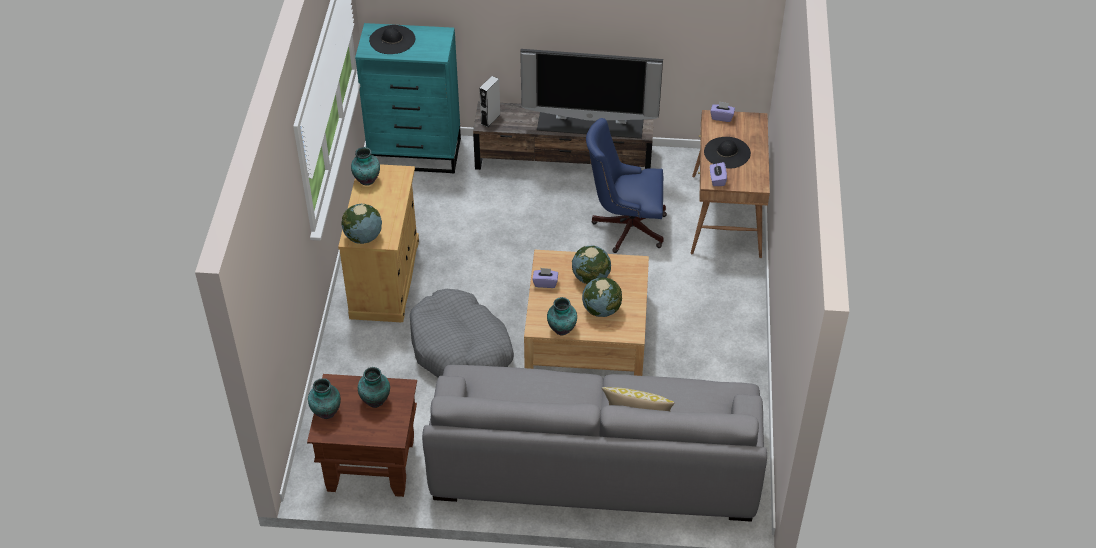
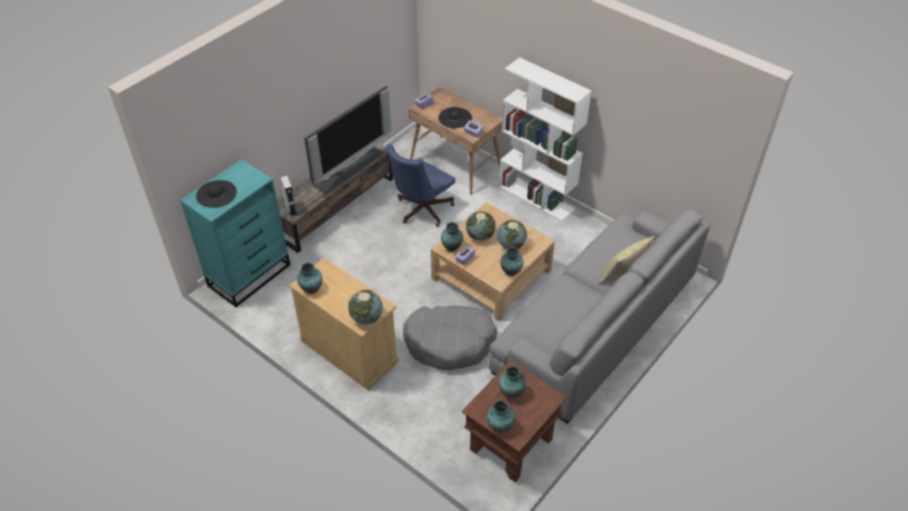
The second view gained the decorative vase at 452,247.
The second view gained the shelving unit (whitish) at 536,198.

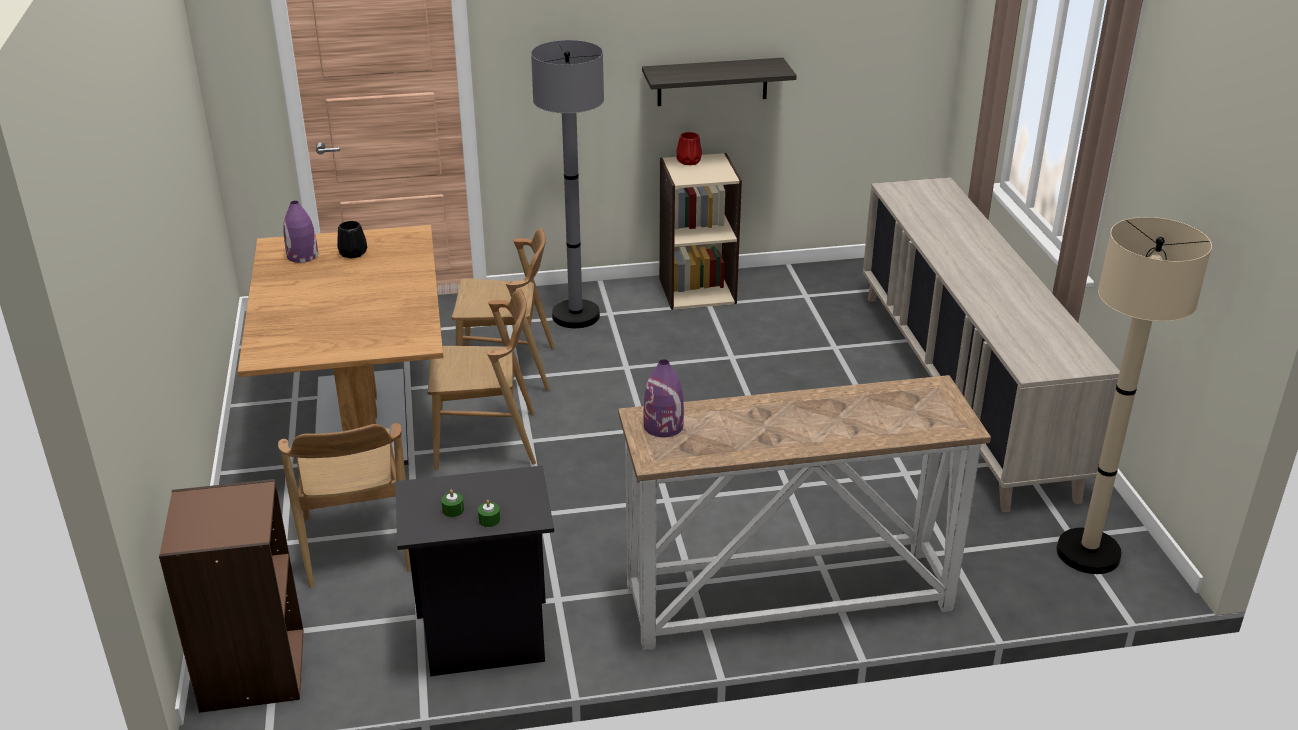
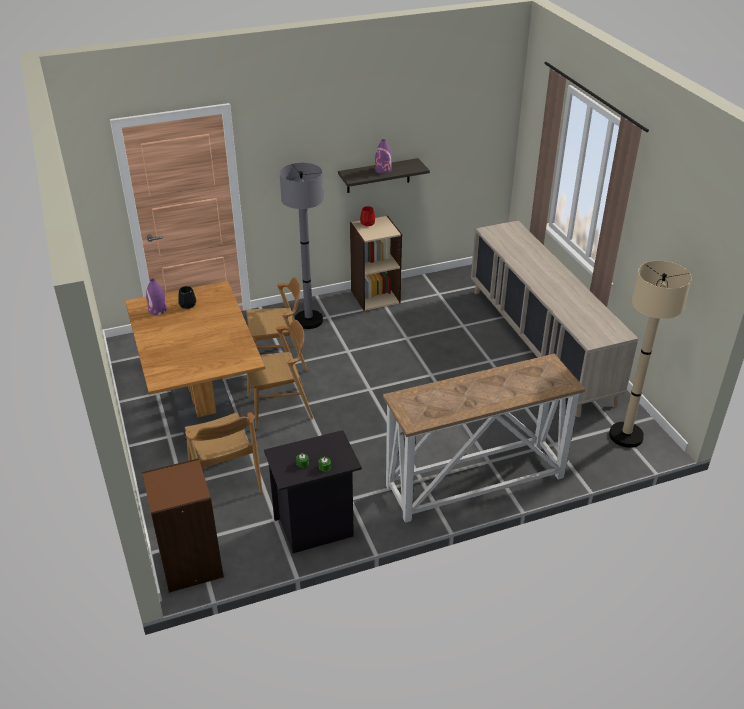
The decorative vase (purple) ended up elsewhere, having gone from 663,426 to 383,170.

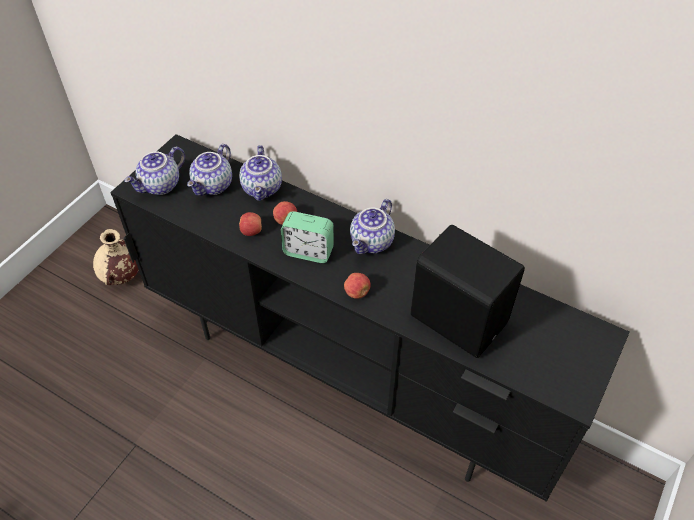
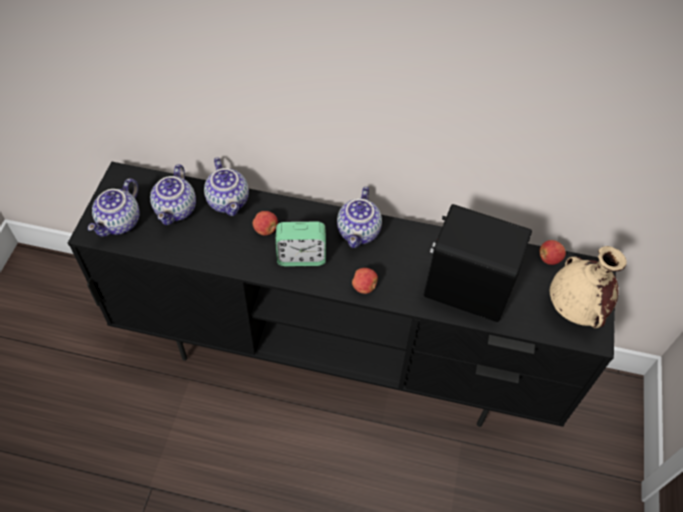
The decorative vase (beige-coloured) ended up elsewhere, having gone from 121,277 to 575,310.
The whole apple ended up elsewhere, having gone from 251,231 to 549,258.

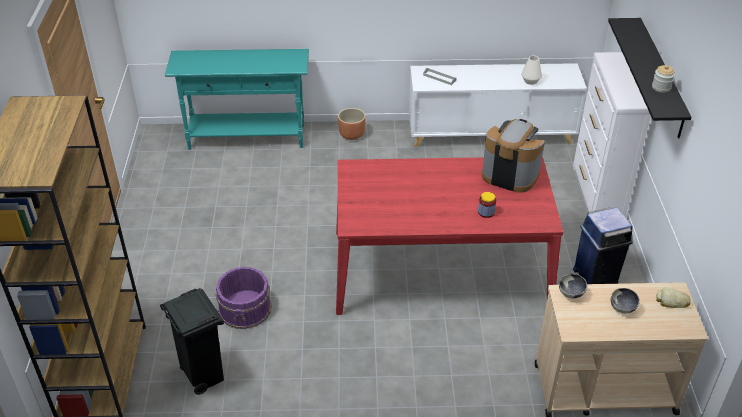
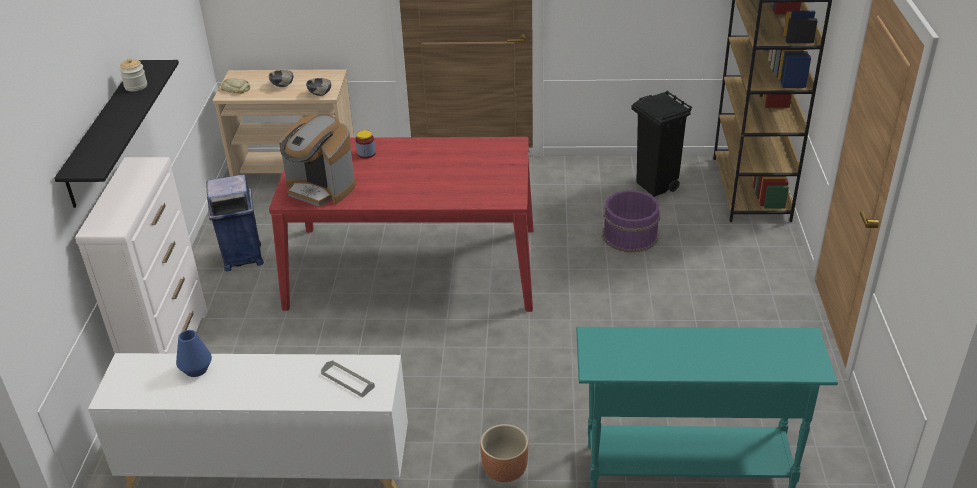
What was the decorative vase (whitish) at 530,81 turned into the decorative vase (blue-coloured) at 196,369.

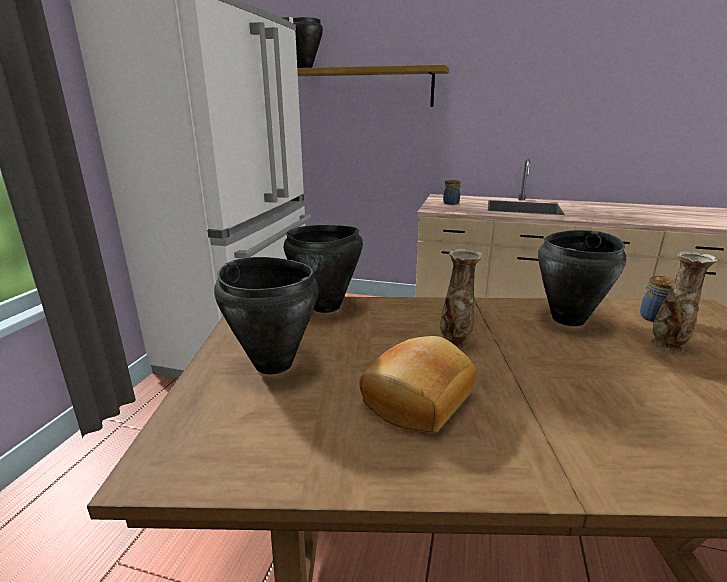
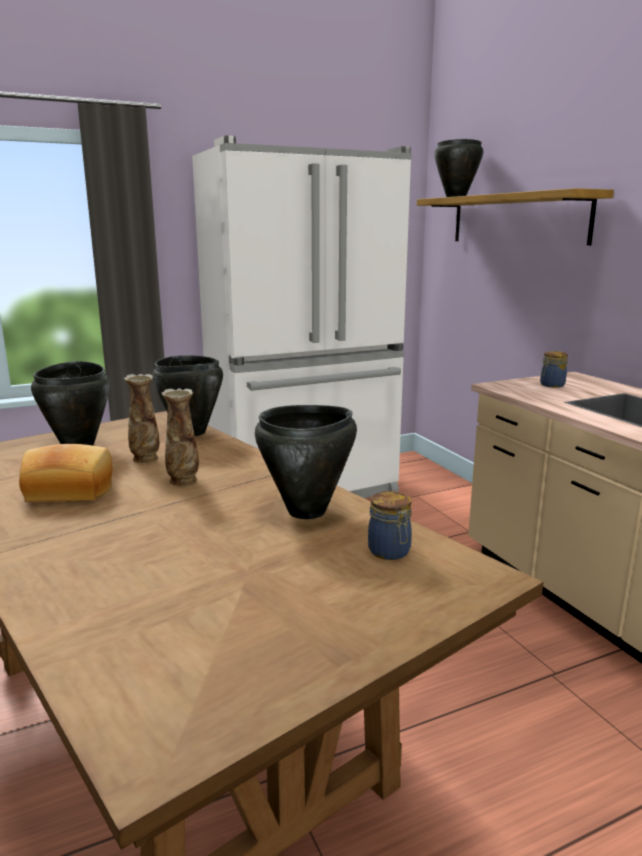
The decorative vase ended up elsewhere, having gone from 668,346 to 145,459.

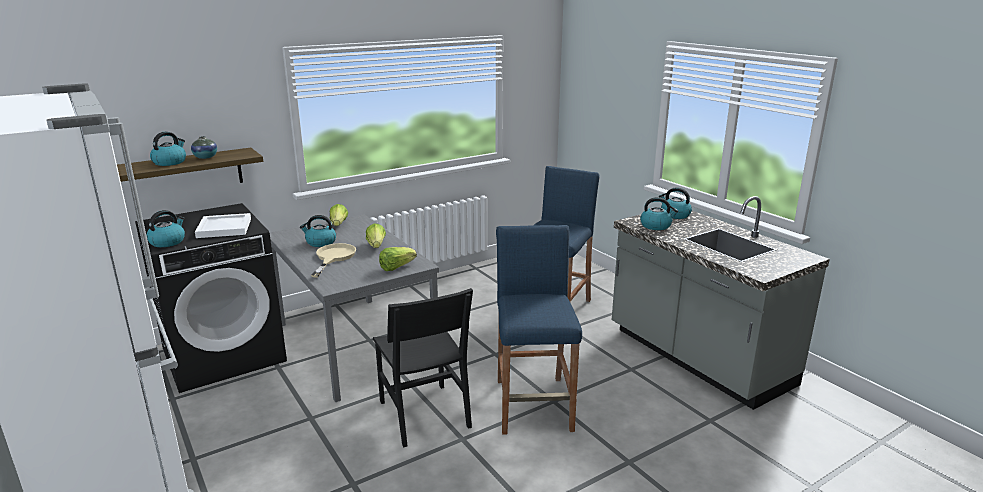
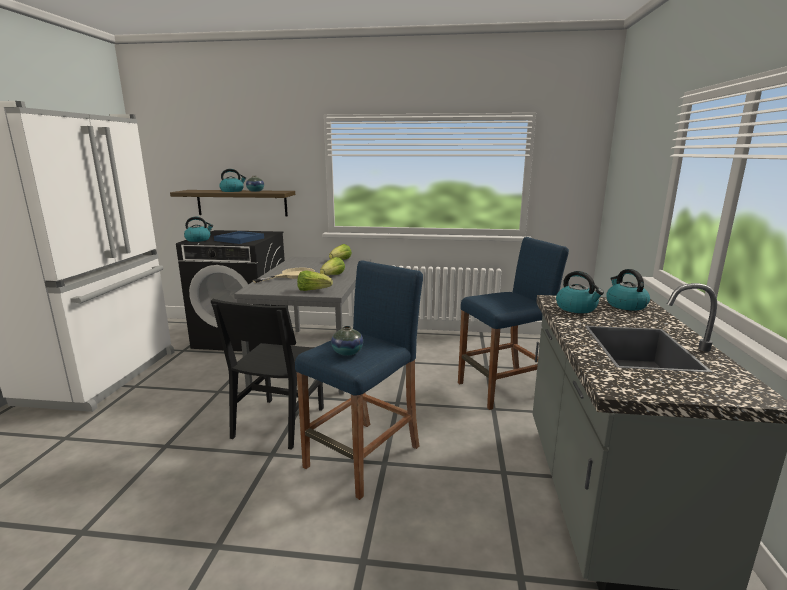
What was the serving tray (whitish) at 223,228 turned into the serving tray (blue-coloured) at 239,239.
The second view lost the kettle at 320,242.
The second view gained the decorative vase at 347,352.

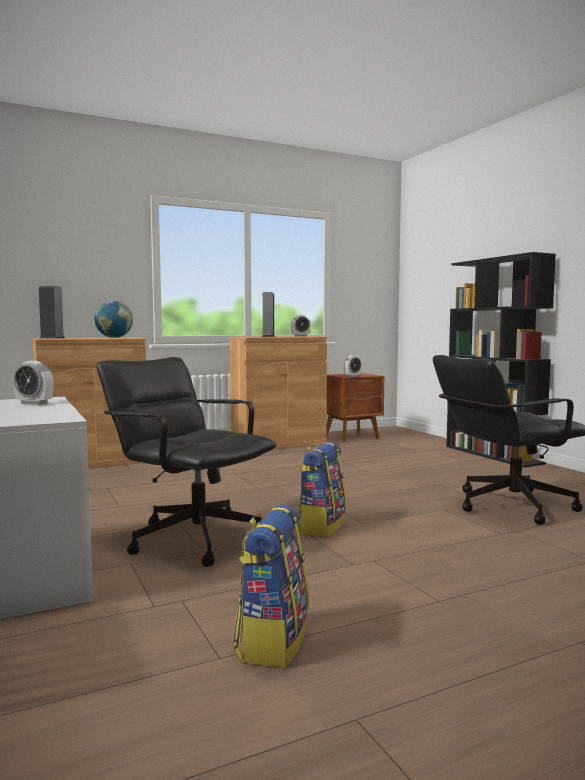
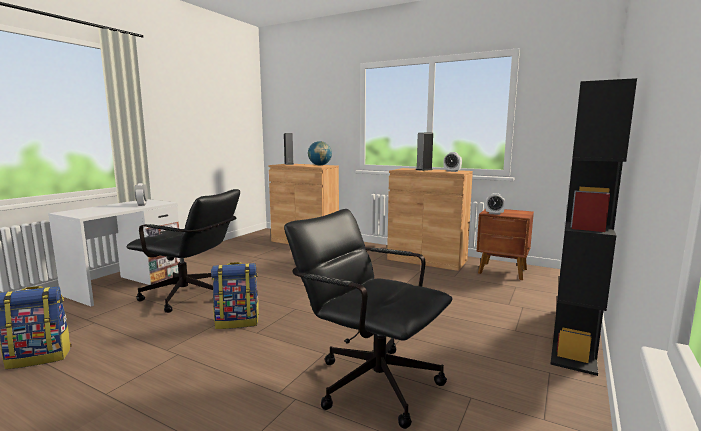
The office chair (black-coloured) at 189,536 ended up facing another way, 105 degrees clockwise from before.

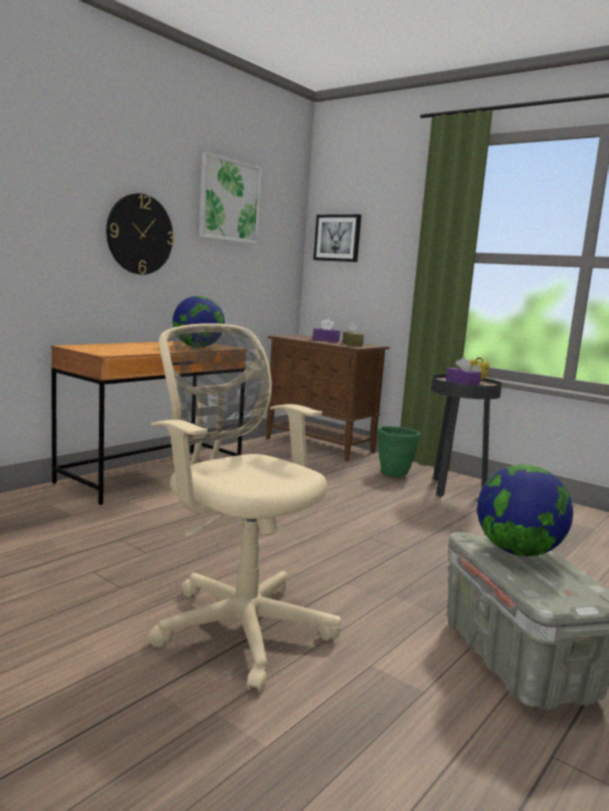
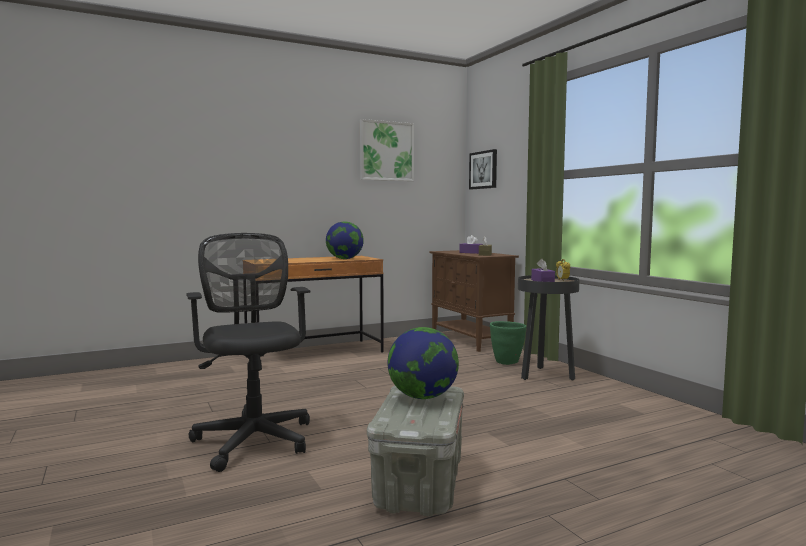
The second view lost the clock on the wall at 140,234.
What was the office chair (beige-coloured) at 238,625 turned into the office chair (black-coloured) at 254,438.

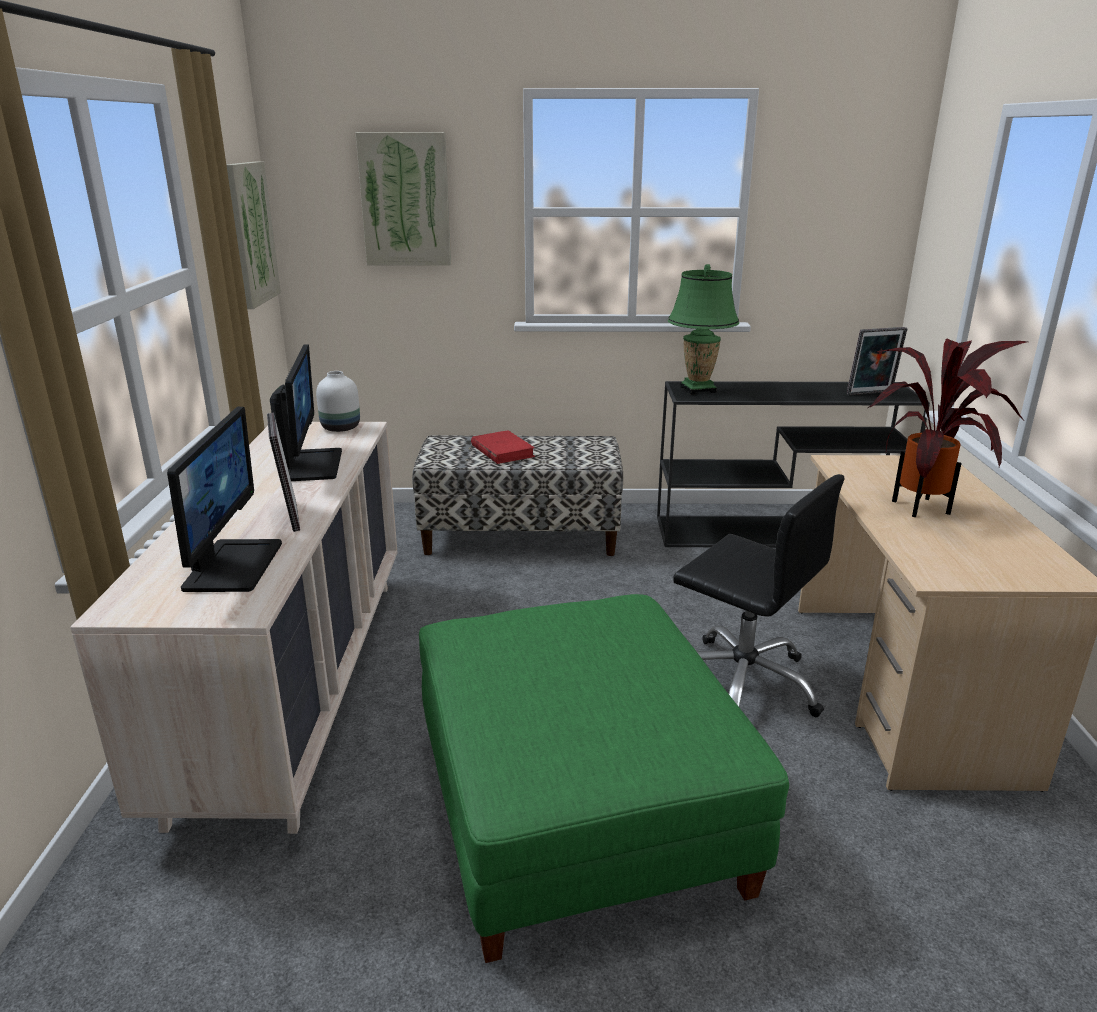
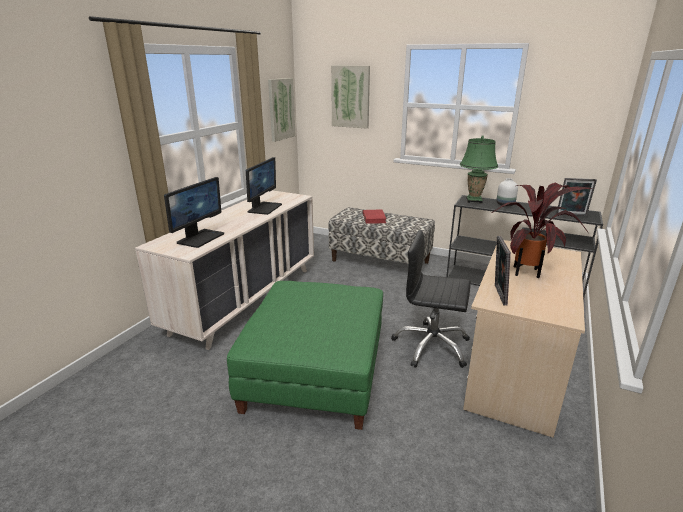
The photo frame ended up elsewhere, having gone from 289,517 to 497,294.
The decorative vase (whitish) ended up elsewhere, having gone from 342,428 to 505,205.
The office chair (black-coloured) at 742,684 ended up facing another way, 135 degrees clockwise from before.

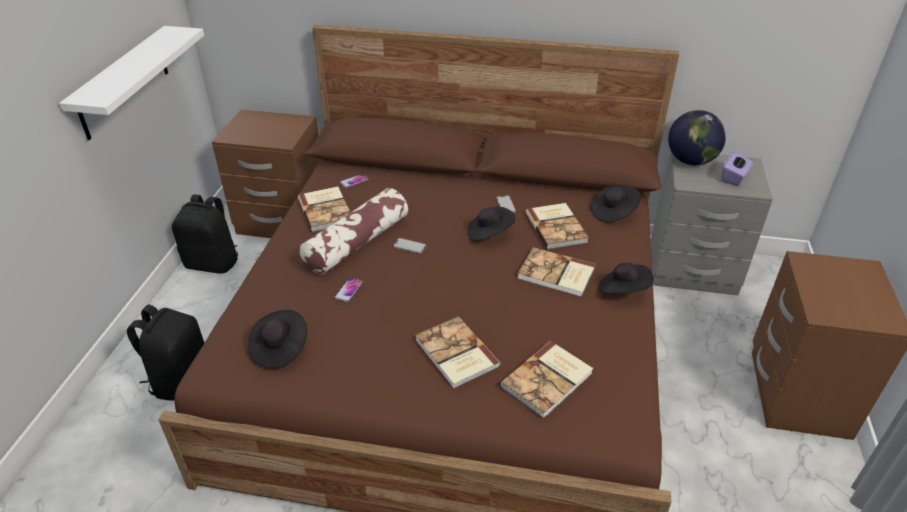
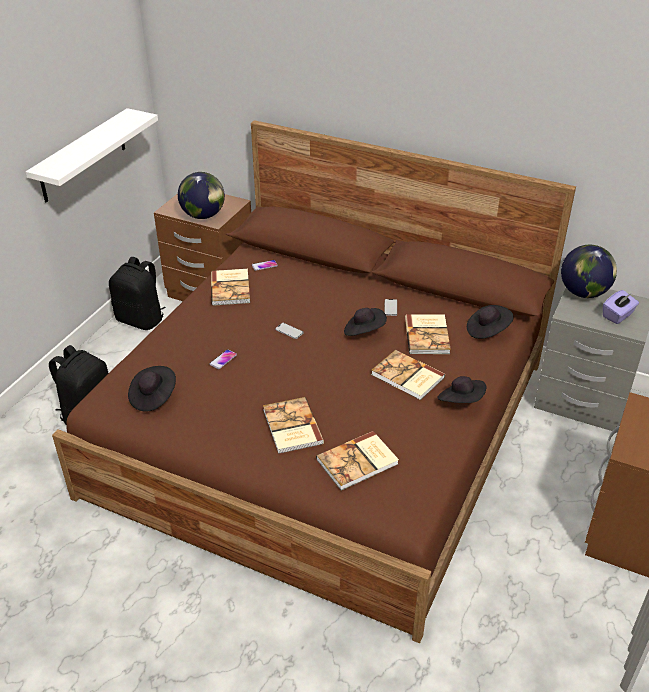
The second view lost the throw pillow at 357,243.
The second view gained the globe at 203,215.

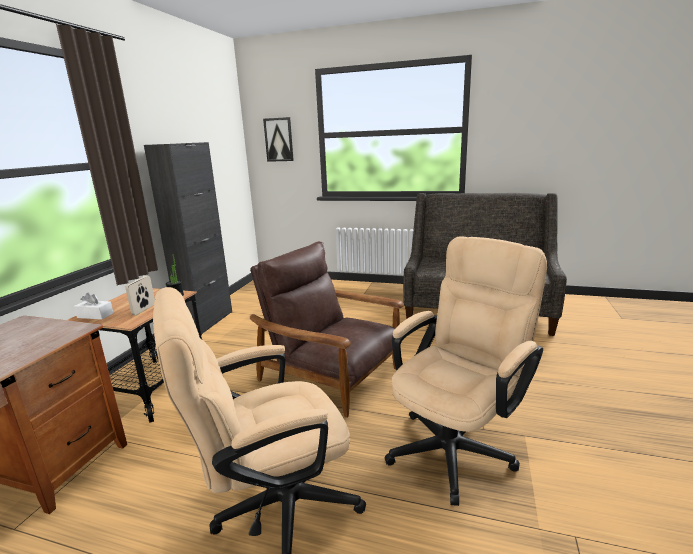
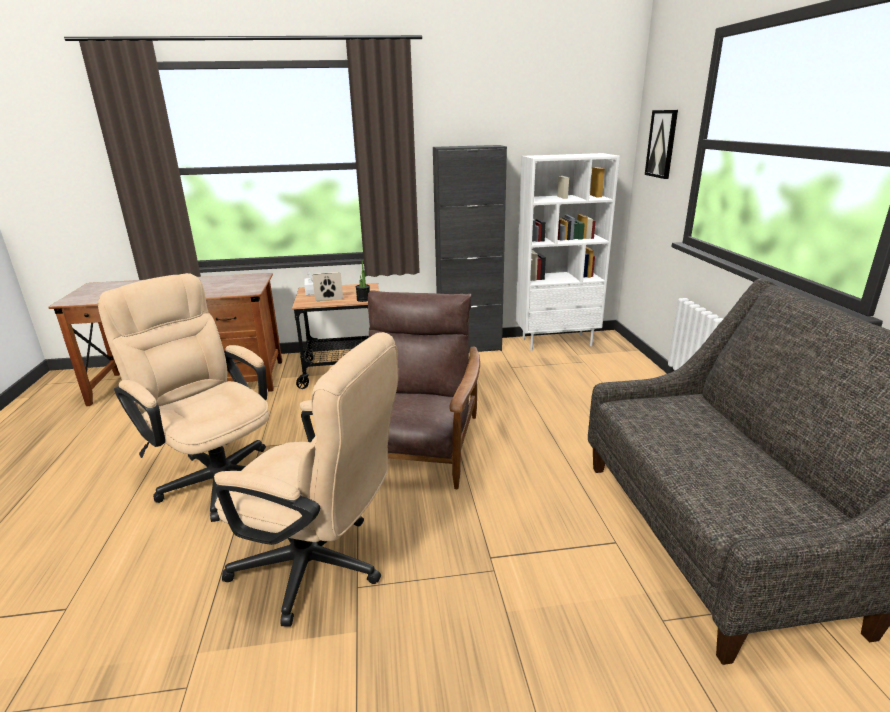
The second view gained the shelving unit (whitish) at 557,342.

